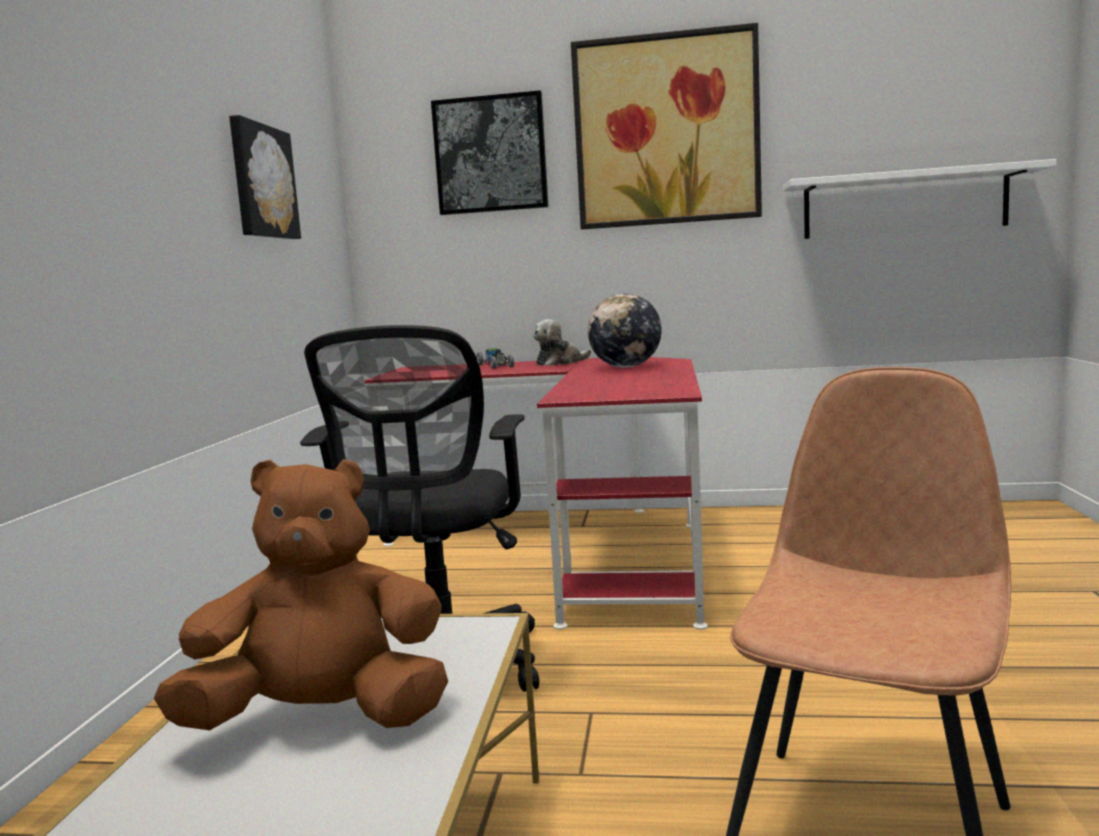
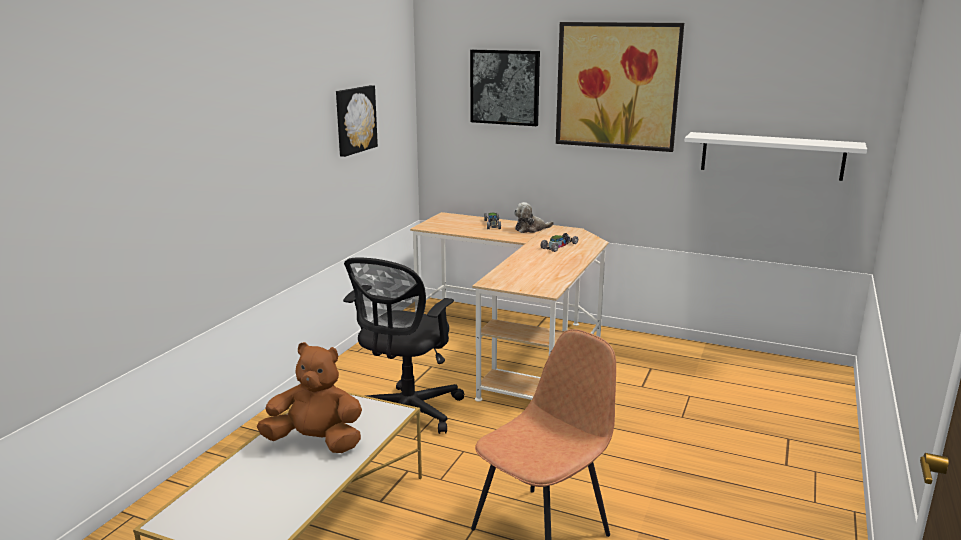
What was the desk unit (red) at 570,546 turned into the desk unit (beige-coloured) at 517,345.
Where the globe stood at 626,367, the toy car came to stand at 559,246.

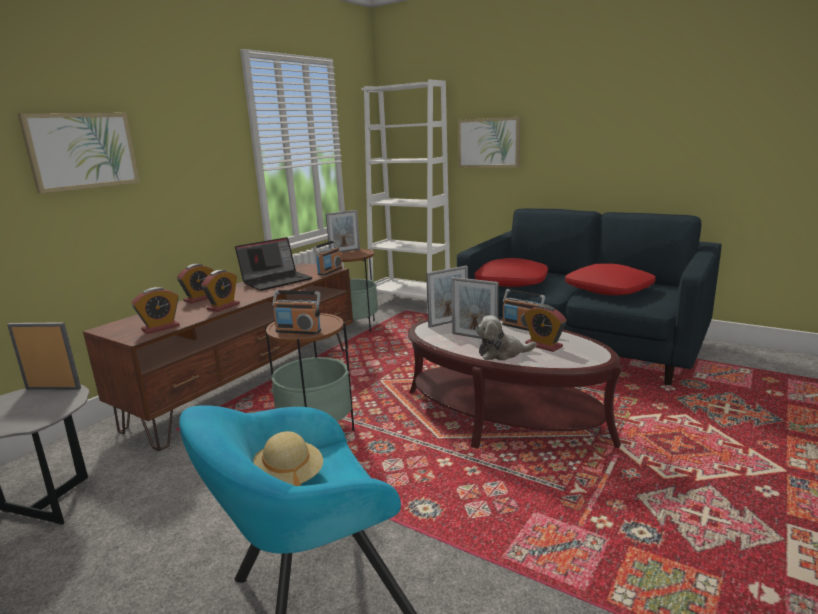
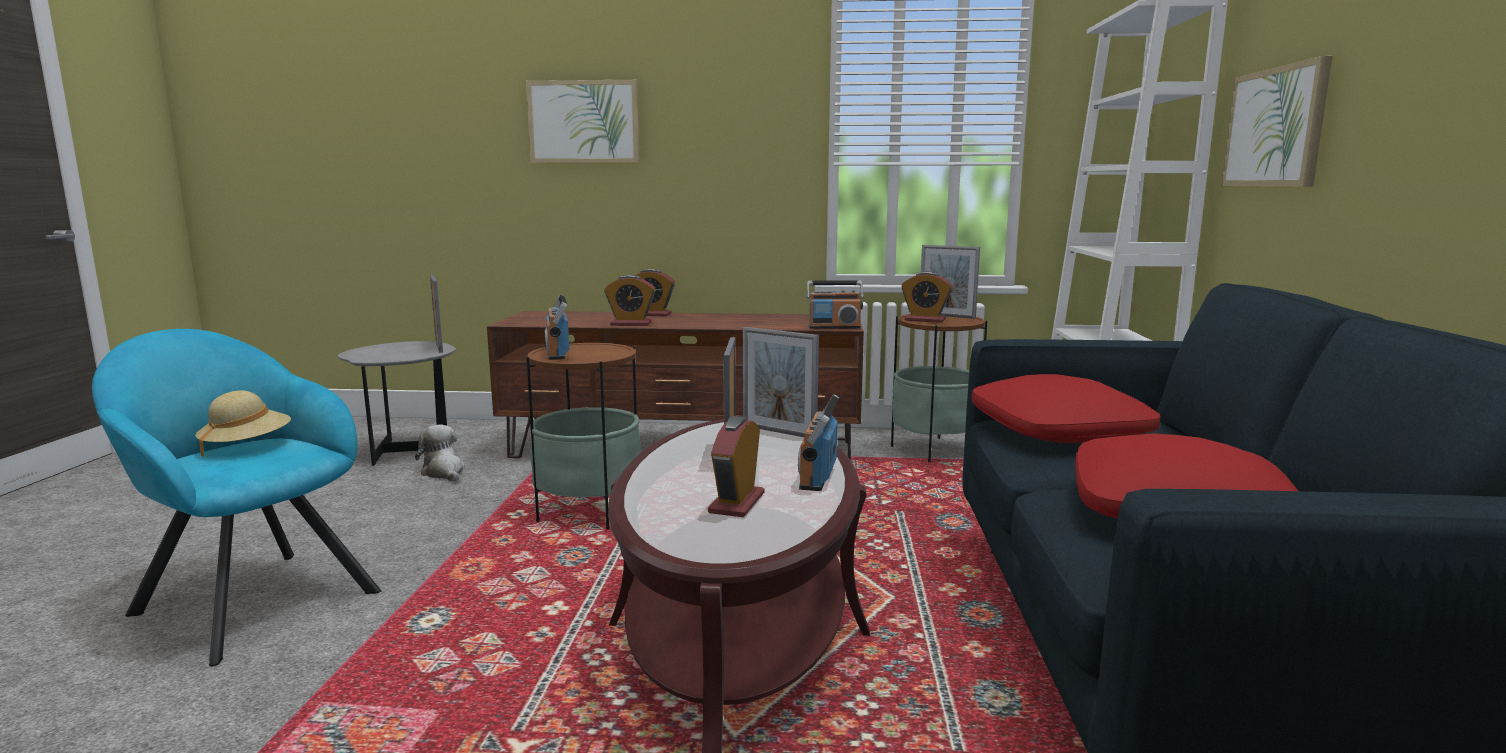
The bedside clock ended up elsewhere, having gone from 160,328 to 925,320.
The second view lost the laptop at 277,280.
The soft toy ended up elsewhere, having gone from 502,353 to 444,472.

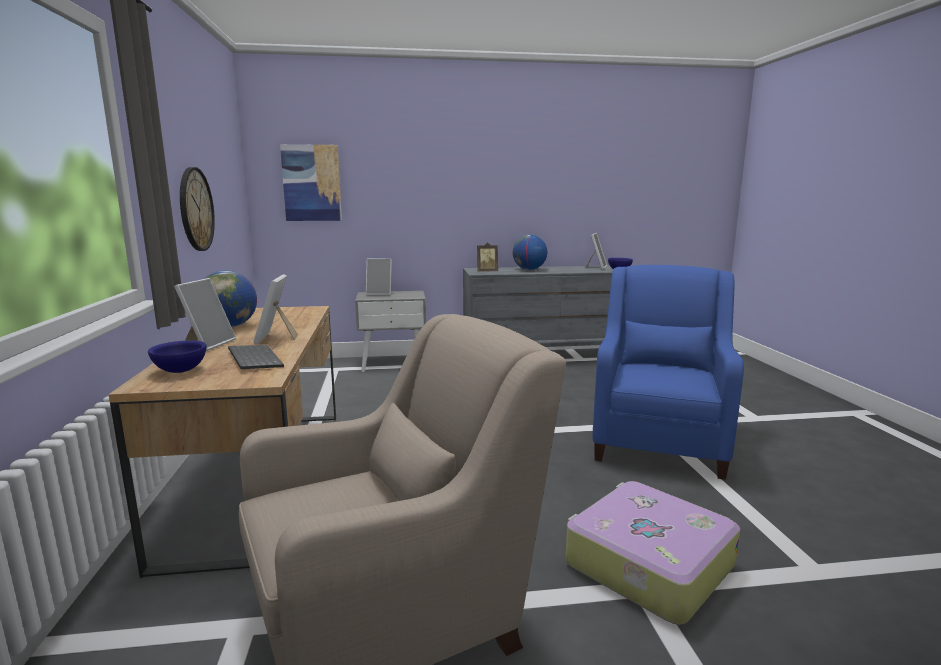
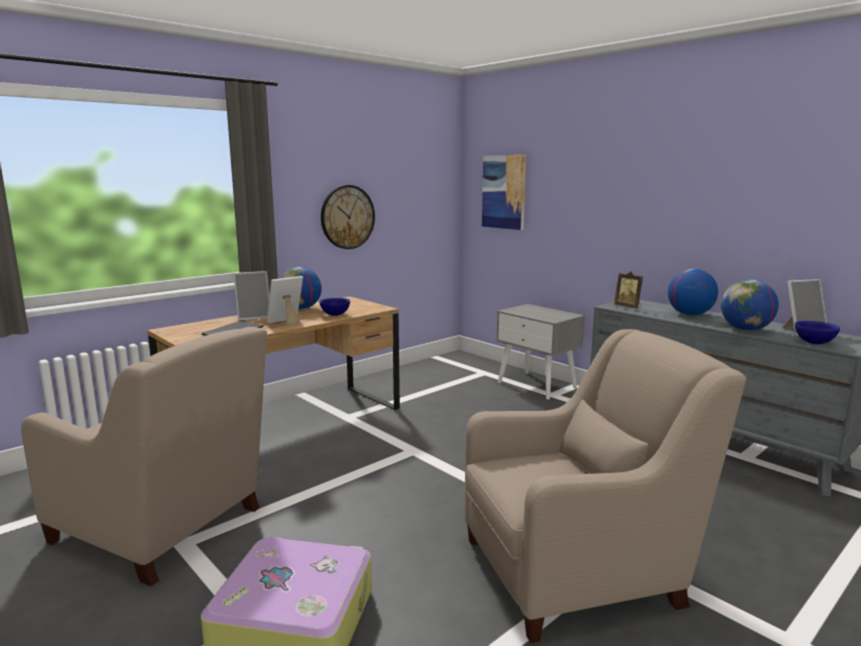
The serving bowl (blue-coloured) ended up elsewhere, having gone from 181,370 to 335,315.
The second view lost the photo frame at 380,293.
What was the armchair (blue-coloured) at 658,440 turned into the armchair (beige-coloured) at 578,569.
The second view gained the globe at 745,330.

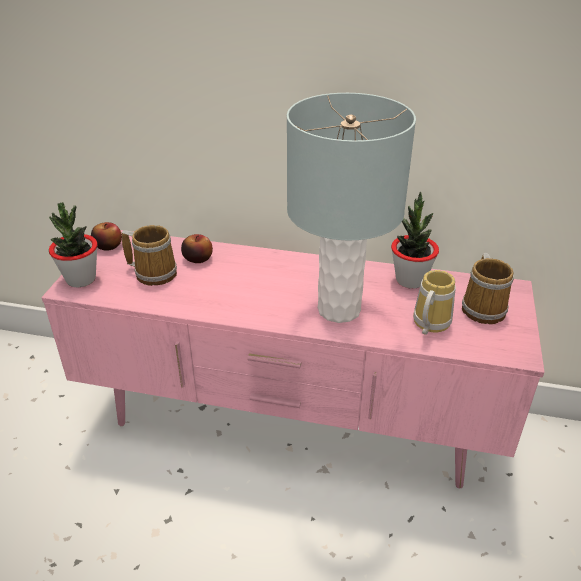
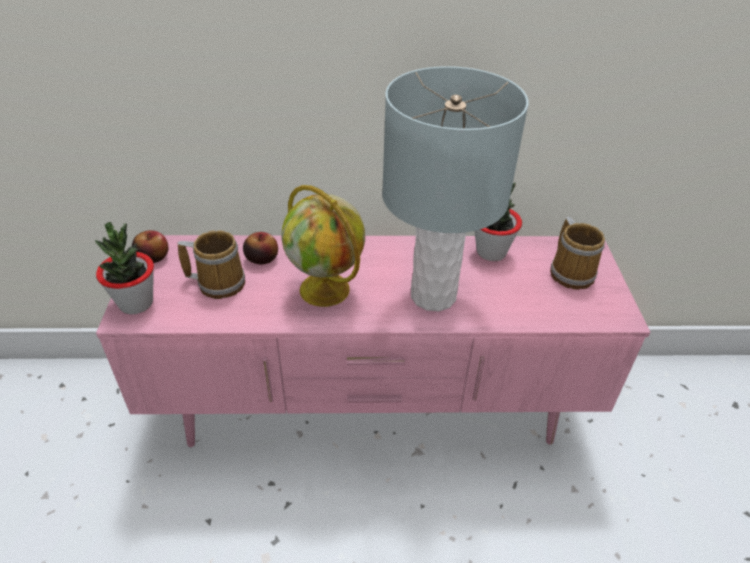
The second view lost the tea mug at 427,324.
The second view gained the globe at 326,290.

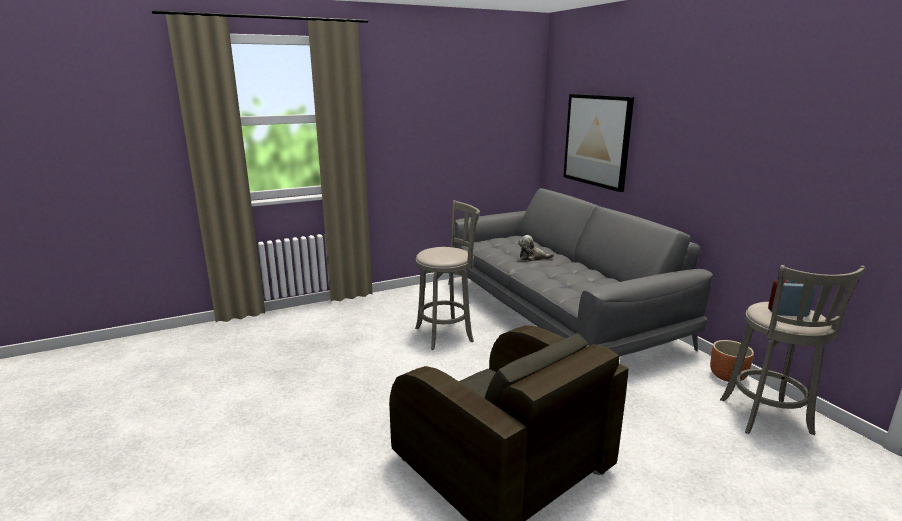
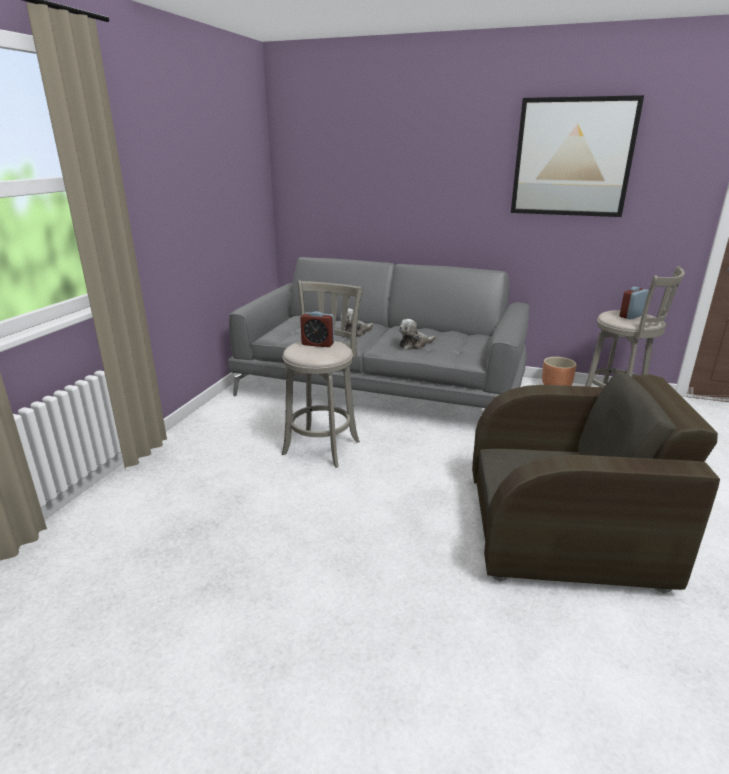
The wall picture ended up elsewhere, having gone from 597,140 to 572,158.
The second view gained the bedside clock at 318,344.
The second view gained the soft toy at 414,345.

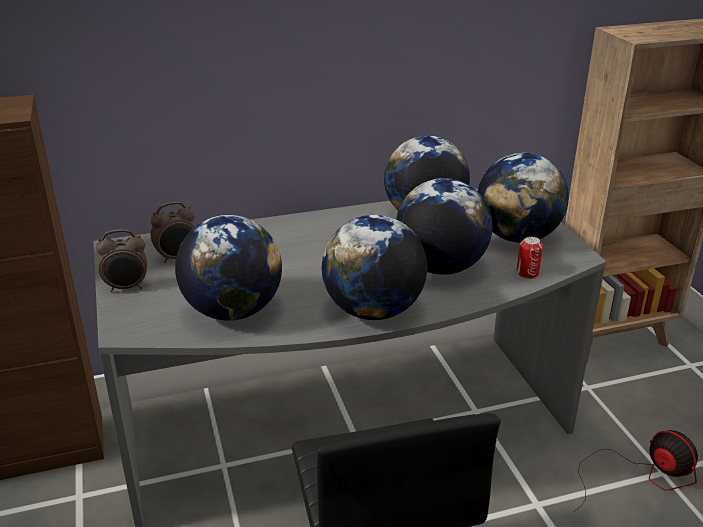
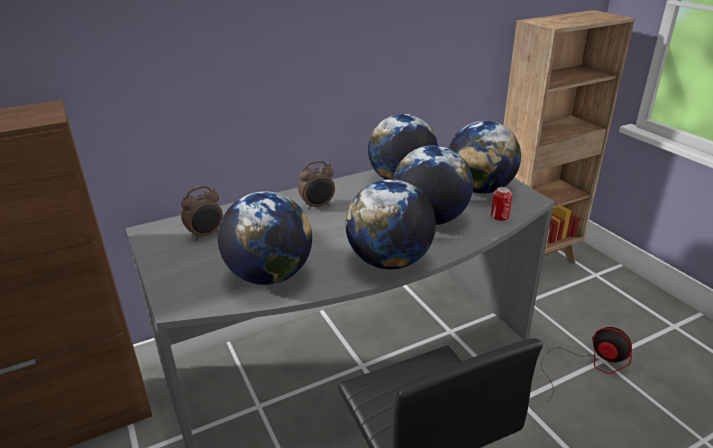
The bedside clock ended up elsewhere, having gone from 127,287 to 318,206.

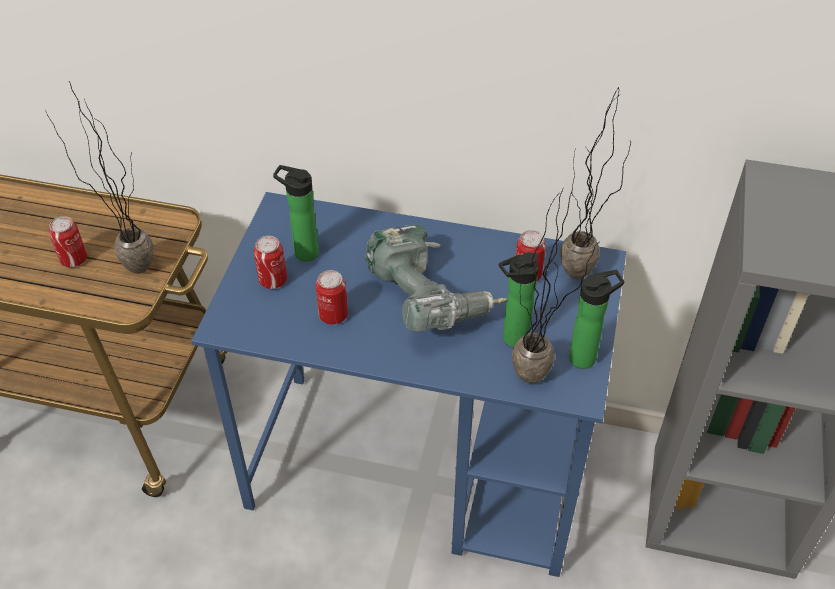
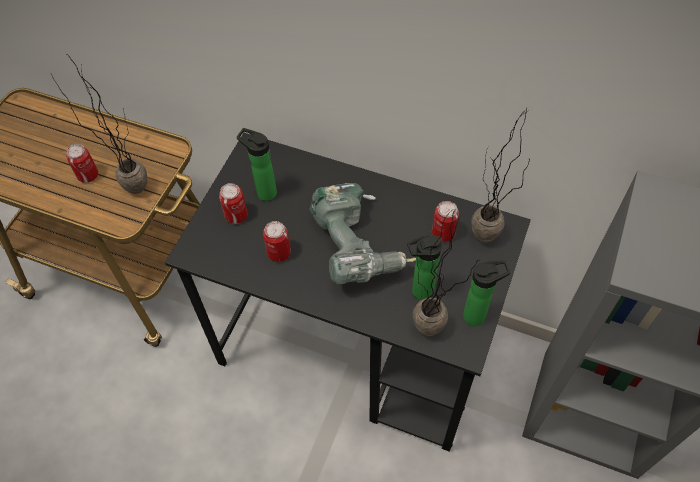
What was the desk unit (blue-coloured) at 420,471 turned into the desk unit (black-coloured) at 356,350.

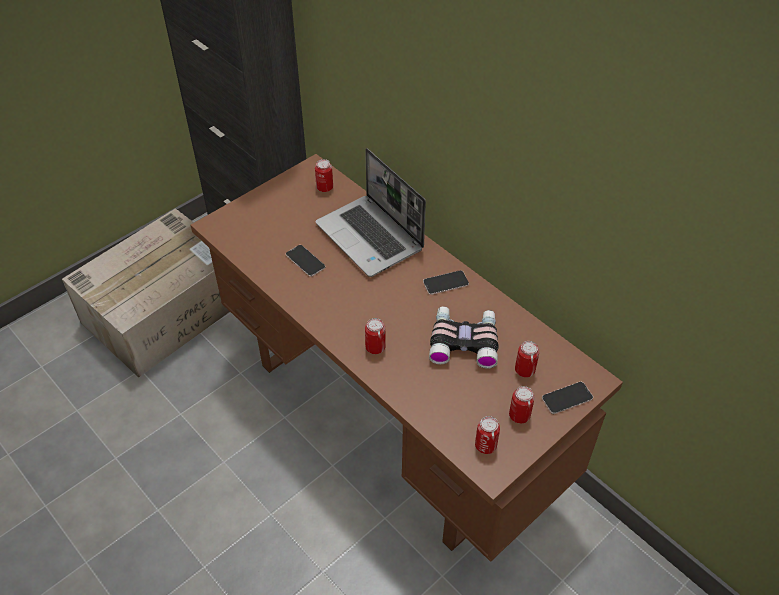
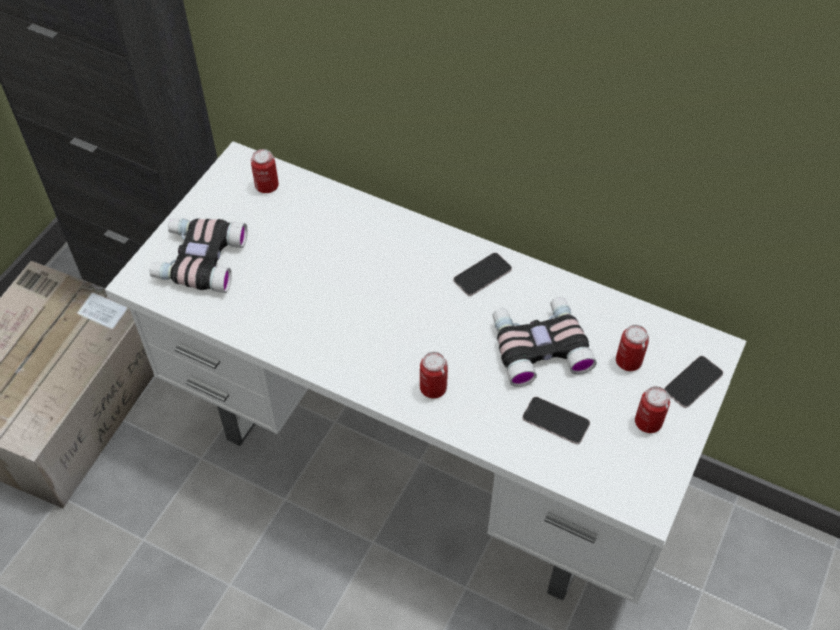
What was the desk unit (brown-coloured) at 391,419 turned into the desk unit (whitish) at 422,458.
The telephone ended up elsewhere, having gone from 305,261 to 555,421.
The second view lost the laptop at 371,237.
The second view lost the sealed can at 485,445.
The second view gained the binoculars at 199,260.

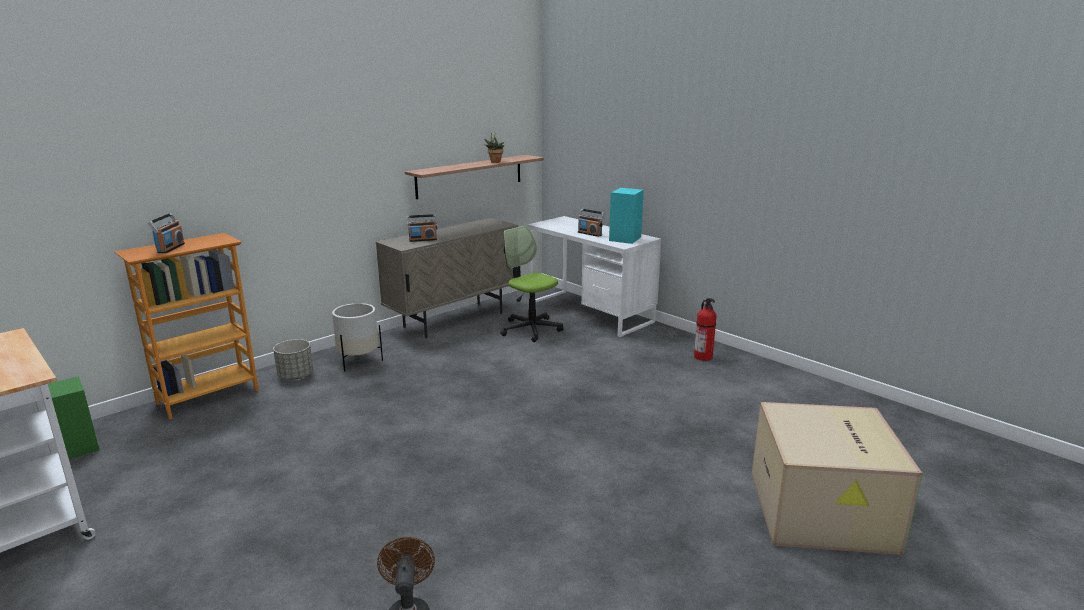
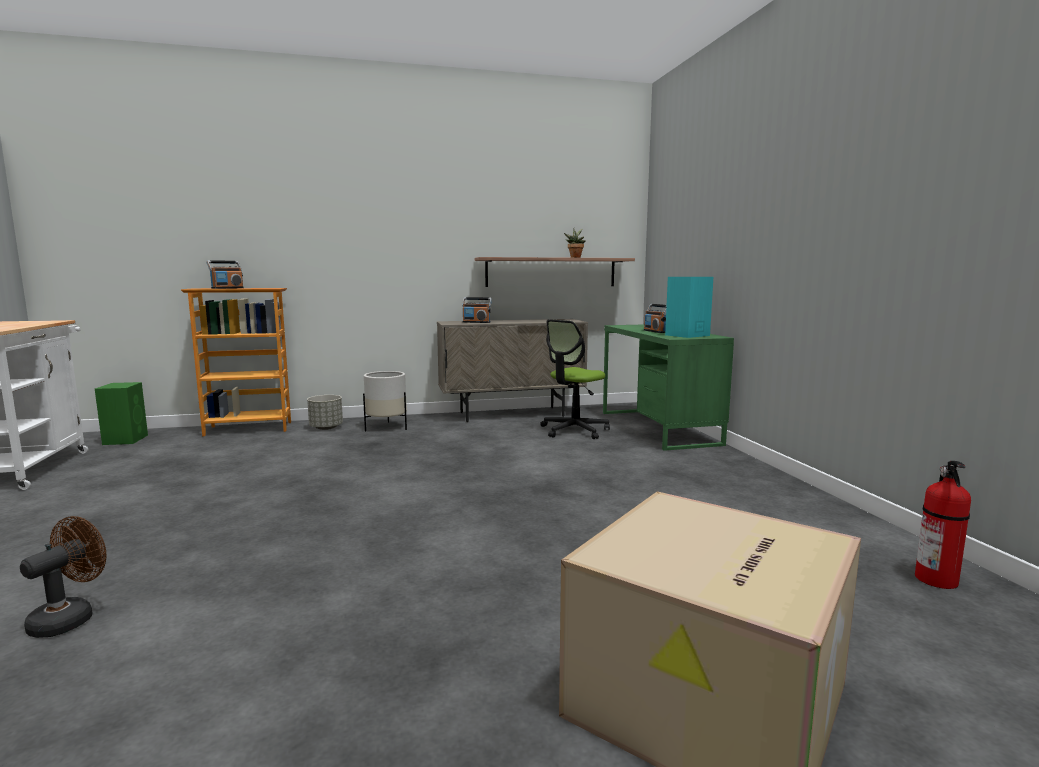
The office chair at 531,329 ended up facing another way, 120 degrees counterclockwise from before.
What was the desk unit (whitish) at 589,312 turned into the desk unit (greenish) at 657,428.
The fire extinguisher ended up elsewhere, having gone from 703,357 to 937,580.

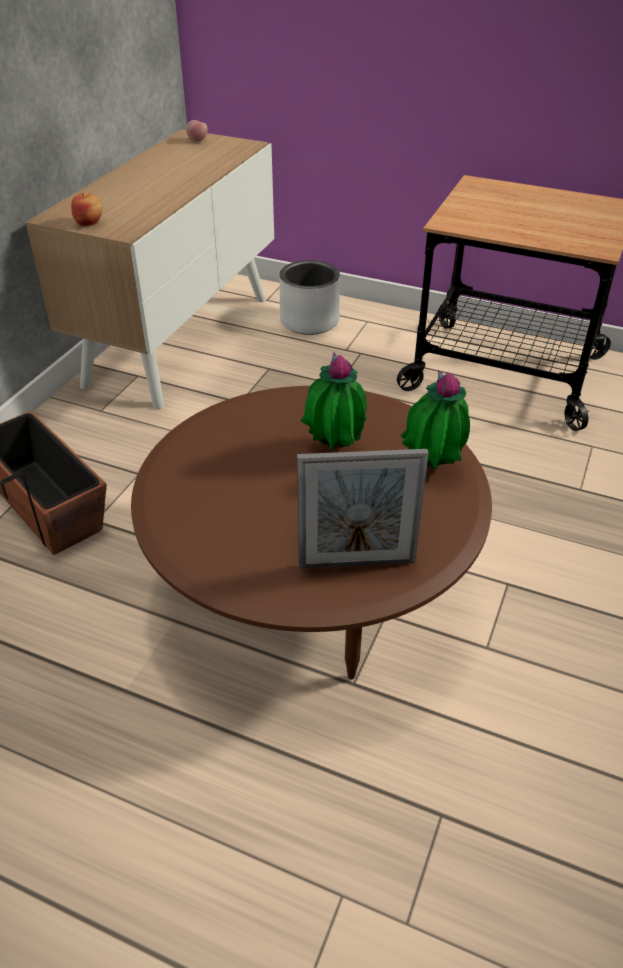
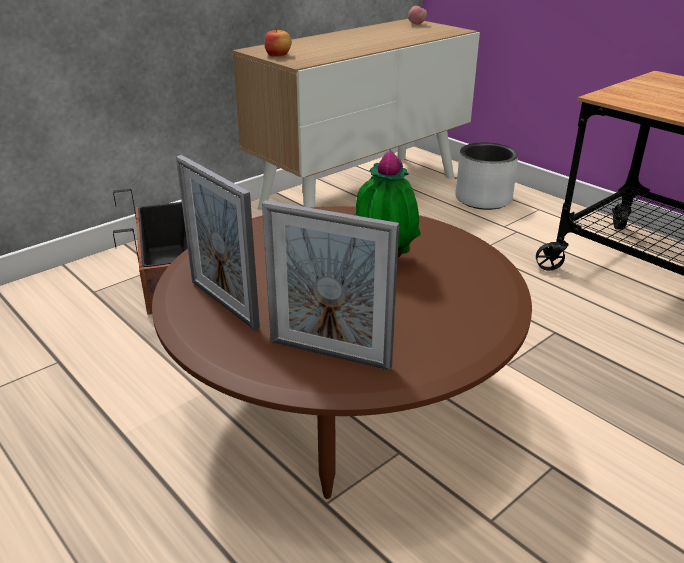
The second view lost the potted plant at 431,469.
The second view gained the photo frame at 224,304.

